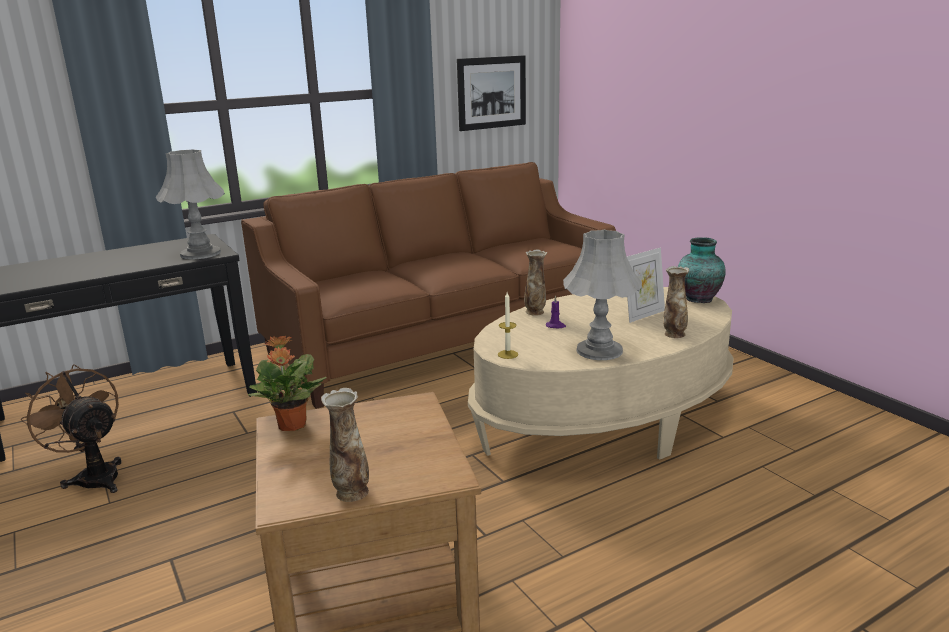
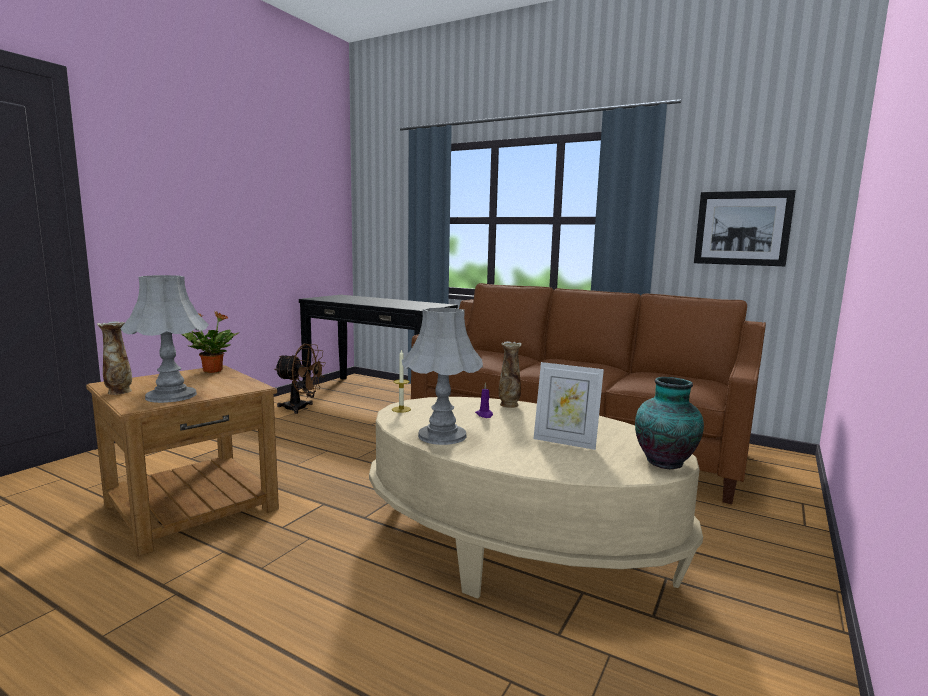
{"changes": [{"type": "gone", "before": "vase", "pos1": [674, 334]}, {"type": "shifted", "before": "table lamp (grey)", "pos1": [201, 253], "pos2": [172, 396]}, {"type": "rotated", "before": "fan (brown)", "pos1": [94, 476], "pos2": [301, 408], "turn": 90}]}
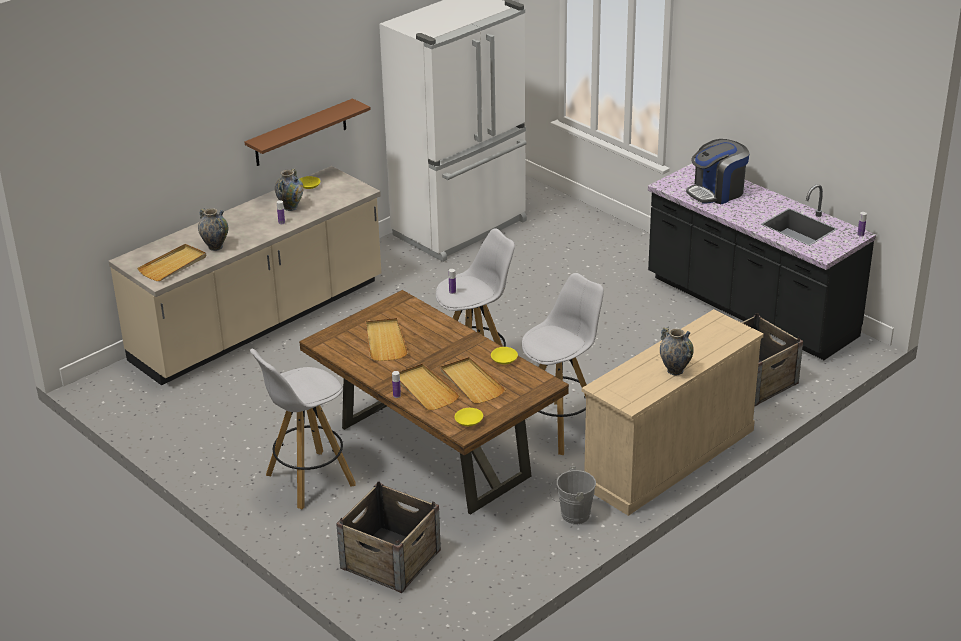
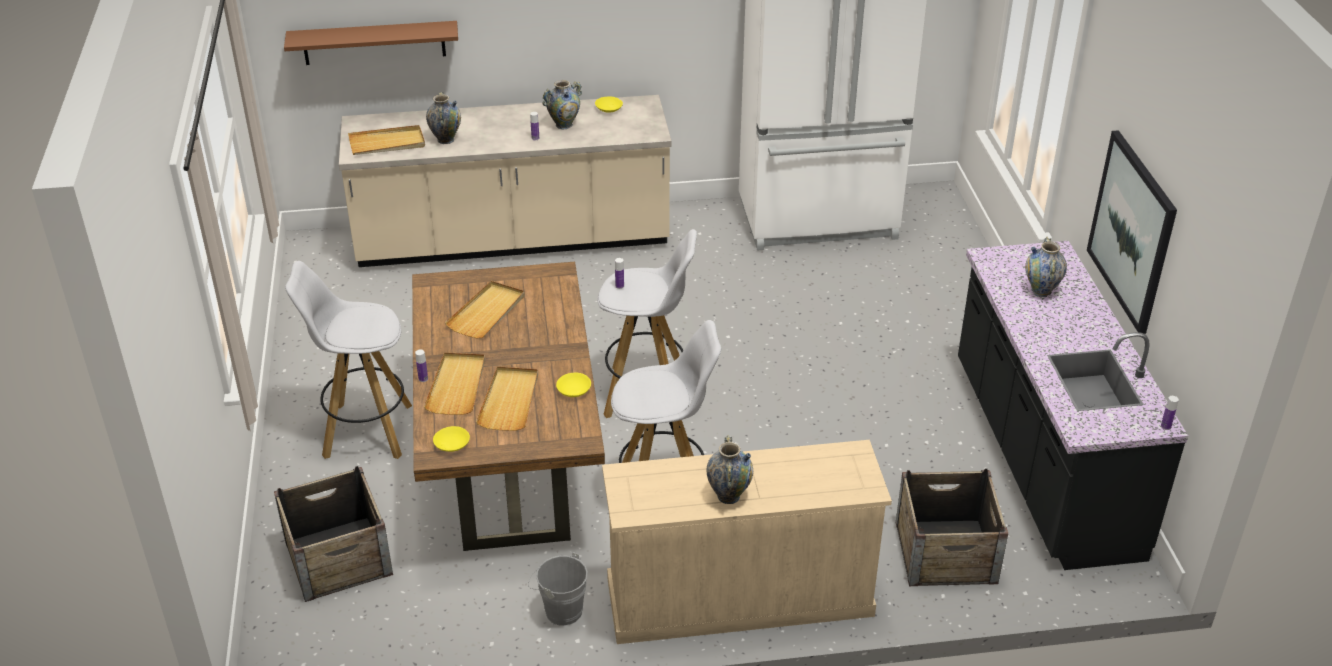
{"changes": [{"type": "new", "after": "picture", "pos2": [1132, 231]}, {"type": "shifted", "before": "shelf (brown)", "pos1": [300, 133], "pos2": [374, 43]}, {"type": "swapped", "before": "coffee machine", "after": "vase", "pos1": [717, 192], "pos2": [1041, 291]}]}
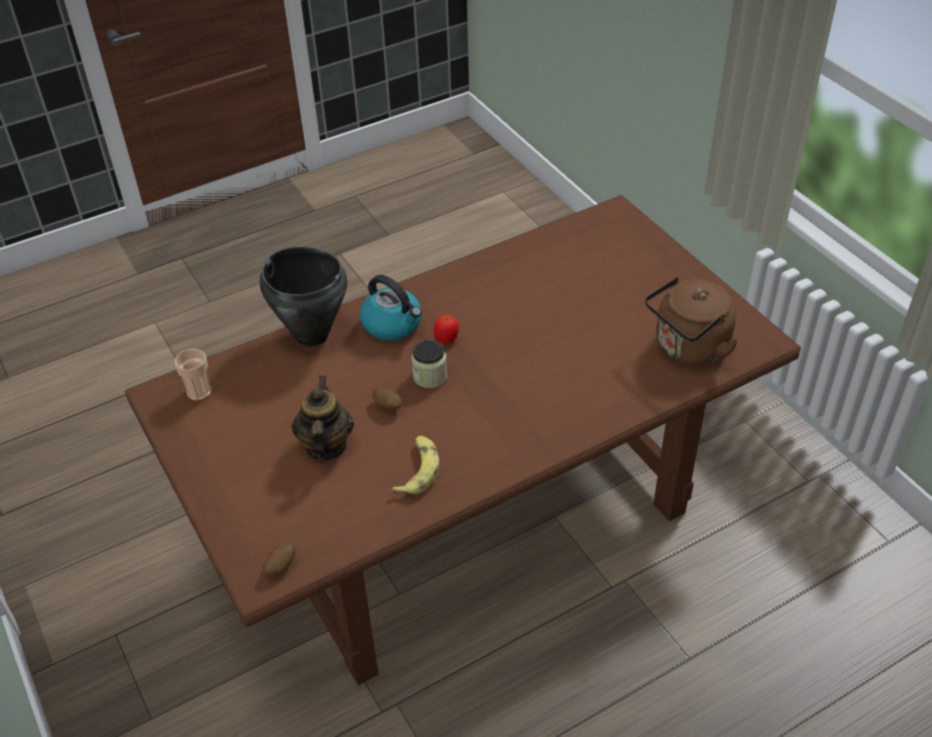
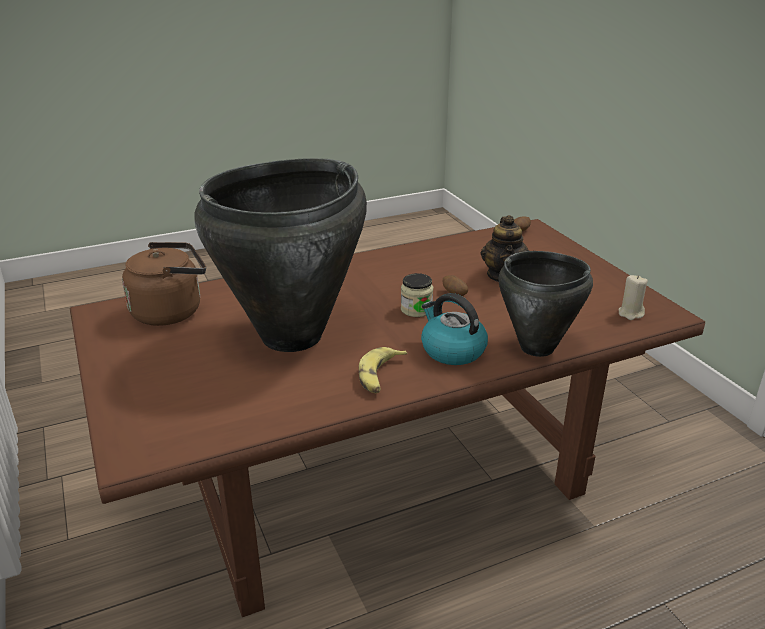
{"changes": [{"type": "gone", "before": "tomato", "pos1": [446, 339]}, {"type": "new", "after": "vase (black)", "pos2": [291, 336]}, {"type": "shifted", "before": "banana", "pos1": [418, 470], "pos2": [380, 376]}, {"type": "swapped", "before": "cup", "after": "candle (beige)", "pos1": [199, 392], "pos2": [630, 313]}]}
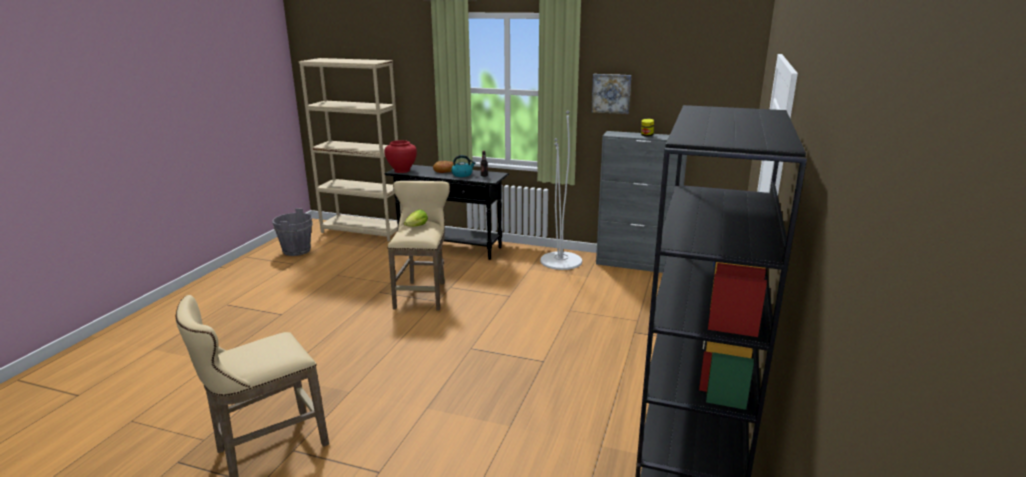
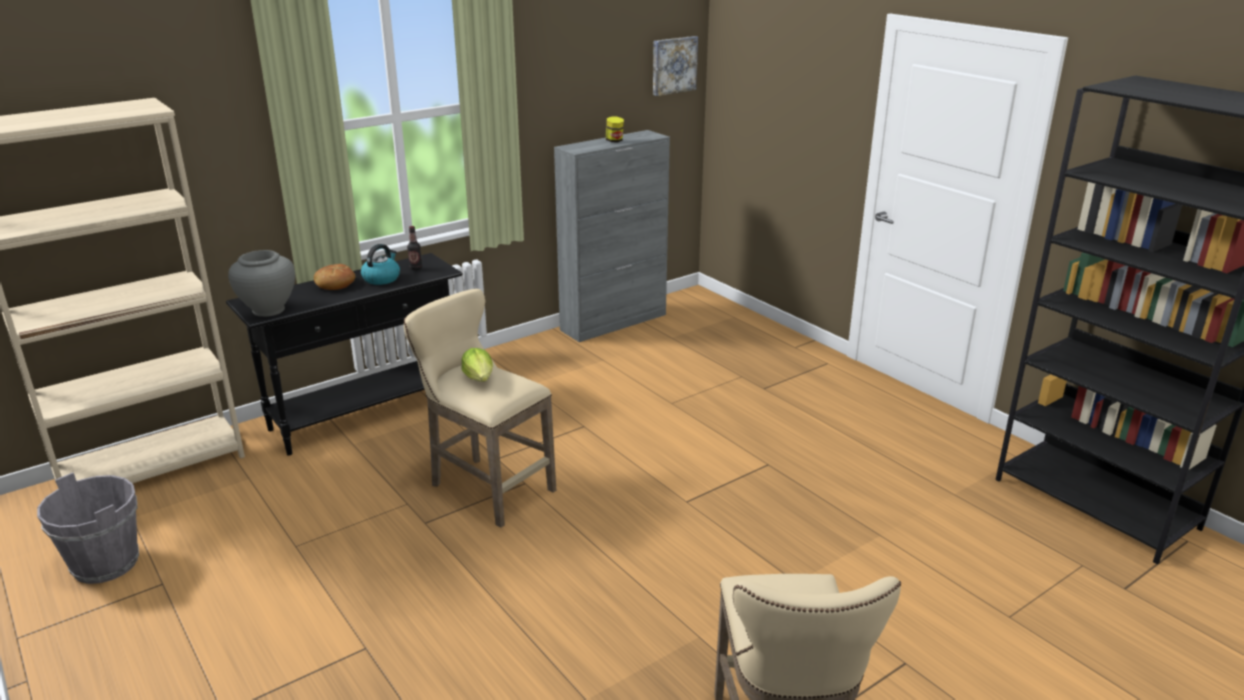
{"changes": [{"type": "gone", "before": "floor lamp (white)", "pos1": [561, 261]}, {"type": "shifted", "before": "picture", "pos1": [611, 93], "pos2": [673, 65]}, {"type": "repainted", "before": "vase (red)", "after": "vase (grey)", "pos1": [402, 171], "pos2": [268, 310]}]}
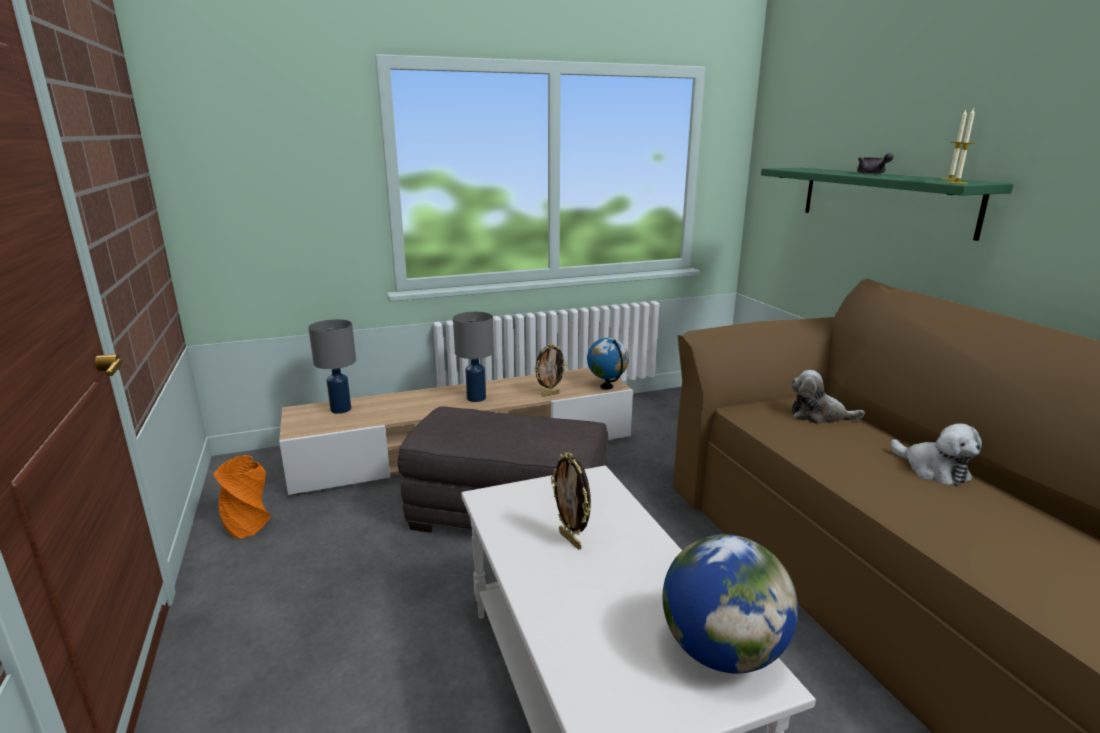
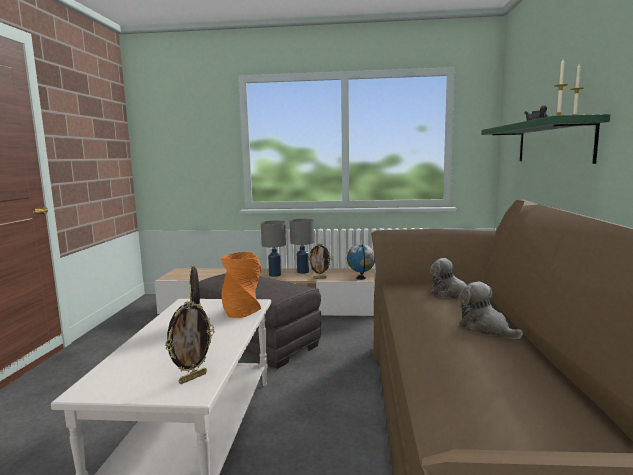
{"changes": [{"type": "shifted", "before": "vase (orange)", "pos1": [248, 524], "pos2": [242, 310]}, {"type": "shifted", "before": "table lamp (grey)", "pos1": [341, 409], "pos2": [303, 272]}, {"type": "swapped", "before": "globe", "after": "picture frame", "pos1": [722, 651], "pos2": [192, 378]}, {"type": "rotated", "before": "plush toy", "pos1": [933, 470], "pos2": [486, 328], "turn": 150}]}
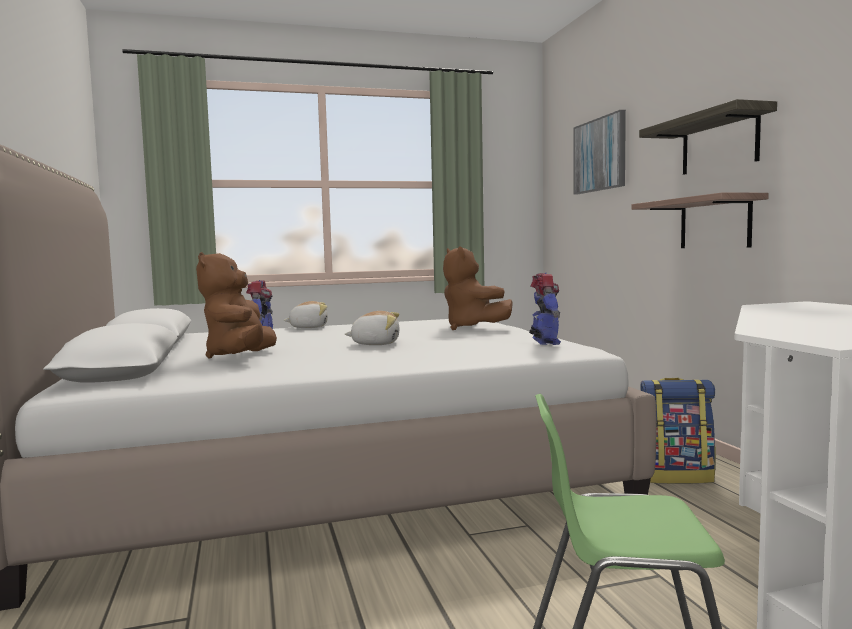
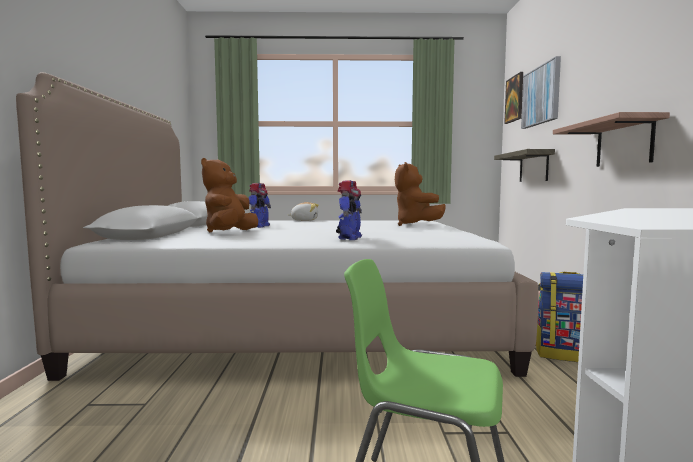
{"changes": [{"type": "gone", "before": "plush toy", "pos1": [375, 344]}, {"type": "new", "after": "picture", "pos2": [514, 99]}, {"type": "shifted", "before": "toy robot", "pos1": [544, 342], "pos2": [349, 238]}, {"type": "shifted", "before": "shelf", "pos1": [719, 143], "pos2": [533, 167]}]}
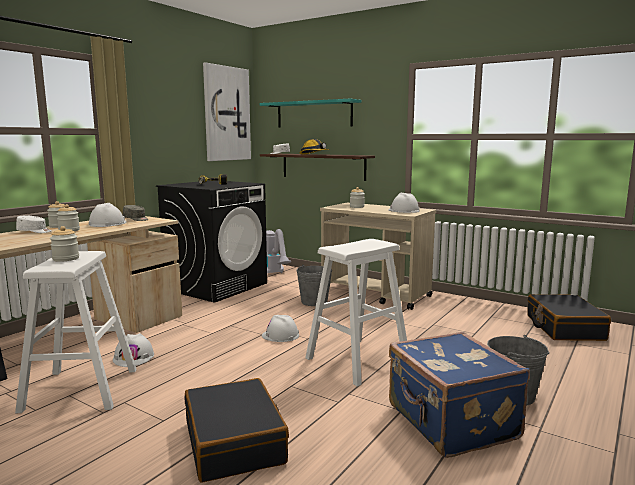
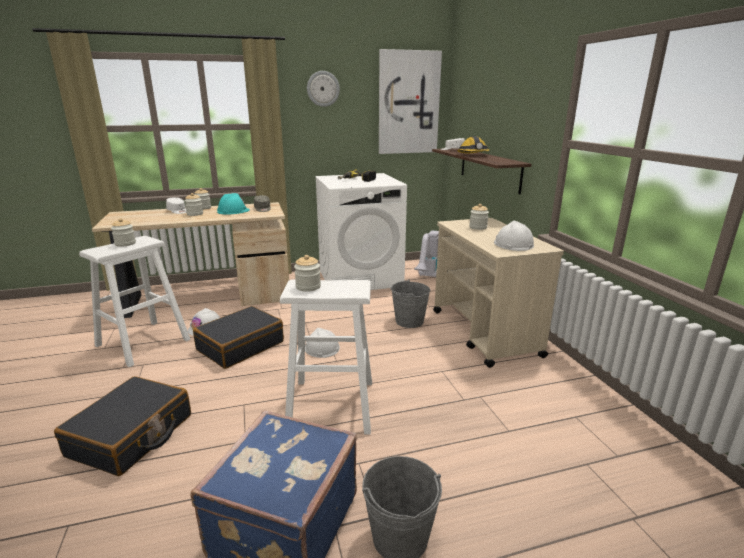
{"changes": [{"type": "gone", "before": "shelf (turquoise)", "pos1": [314, 114]}, {"type": "new", "after": "jar", "pos2": [308, 287]}, {"type": "new", "after": "wall clock", "pos2": [323, 89]}, {"type": "shifted", "before": "suitcase (black)", "pos1": [564, 328], "pos2": [240, 346]}, {"type": "repainted", "before": "hard hat (white)", "after": "hard hat (turquoise)", "pos1": [107, 224], "pos2": [233, 211]}, {"type": "repainted", "before": "washing machine (black)", "after": "washing machine (white)", "pos1": [217, 286], "pos2": [360, 278]}]}
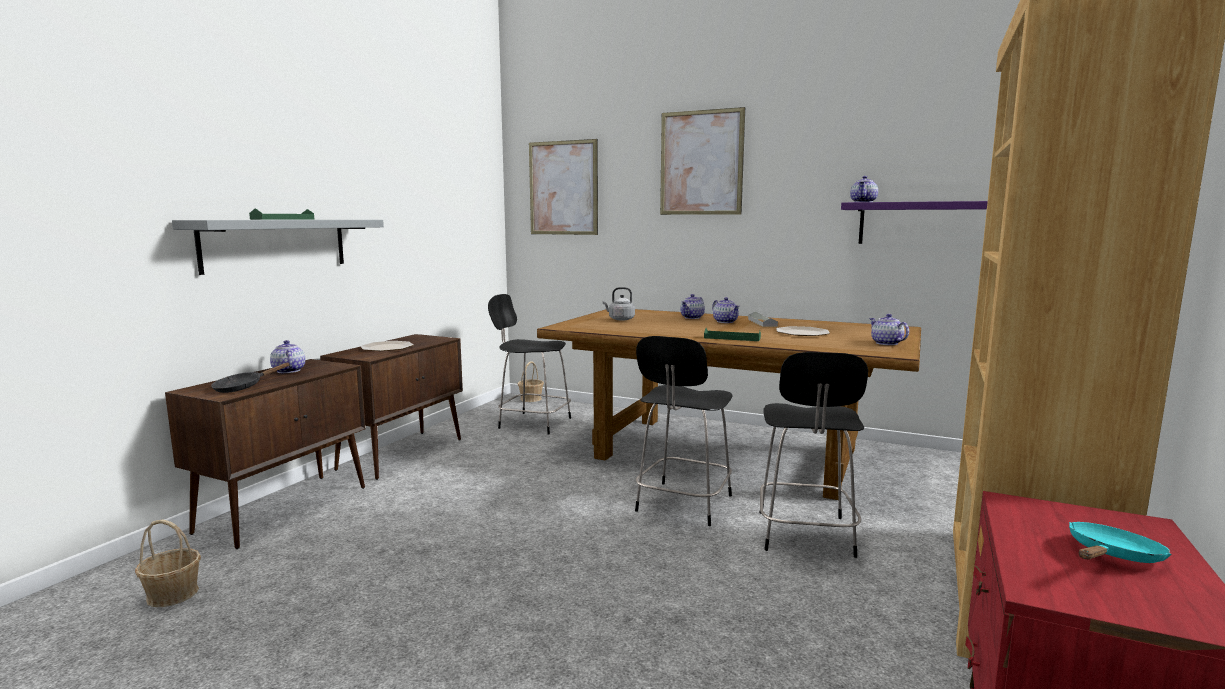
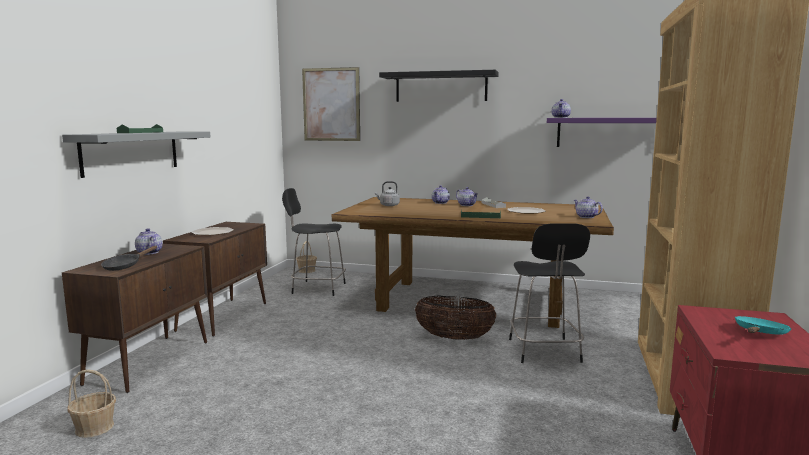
{"changes": [{"type": "swapped", "before": "chair (black)", "after": "basket", "pos1": [683, 504], "pos2": [454, 338]}, {"type": "swapped", "before": "picture", "after": "shelf (black)", "pos1": [701, 163], "pos2": [441, 87]}]}
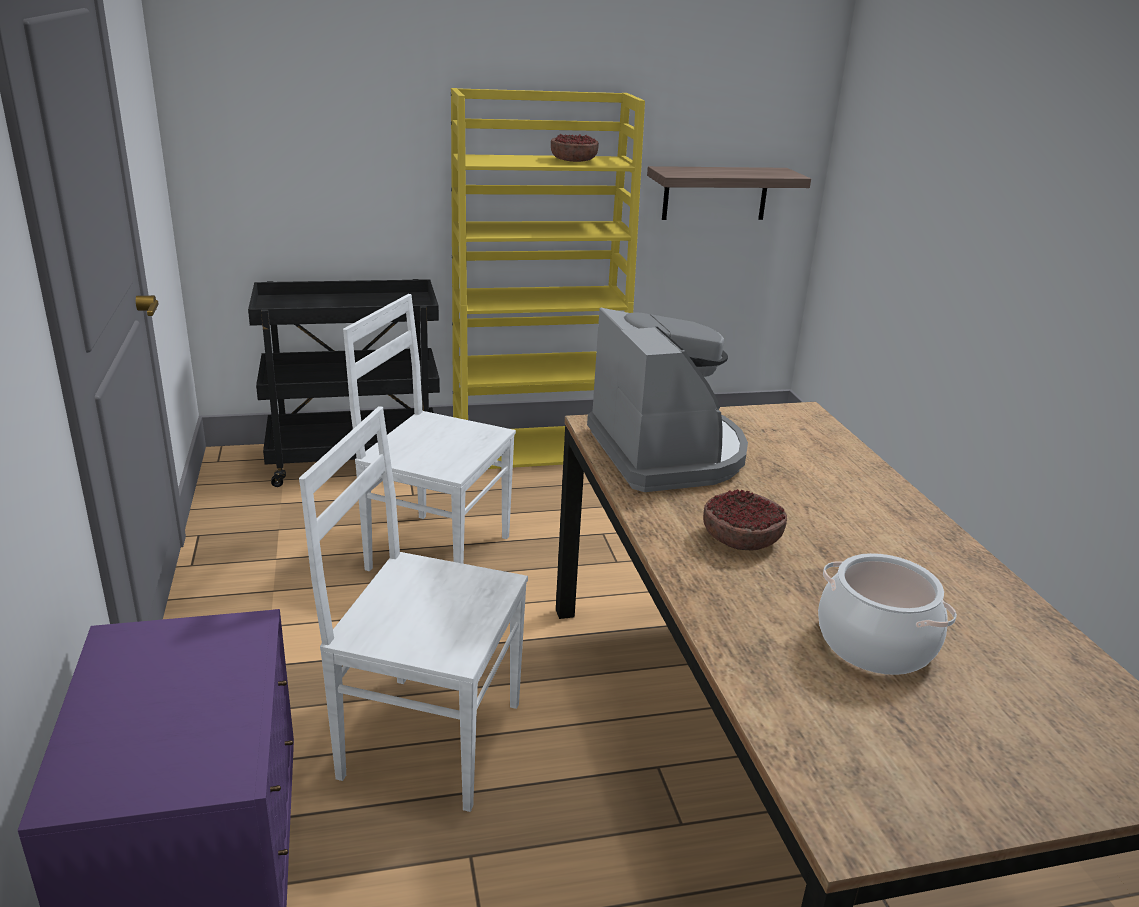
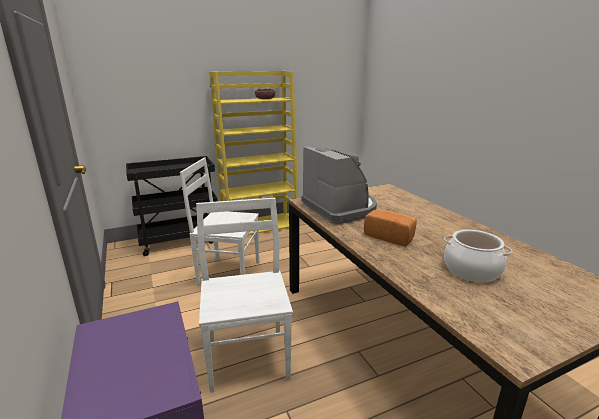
{"changes": [{"type": "gone", "before": "shelf", "pos1": [715, 193]}, {"type": "swapped", "before": "bowl", "after": "bread", "pos1": [741, 539], "pos2": [390, 237]}, {"type": "rotated", "before": "chair (white)", "pos1": [426, 738], "pos2": [248, 357], "turn": 75}]}
